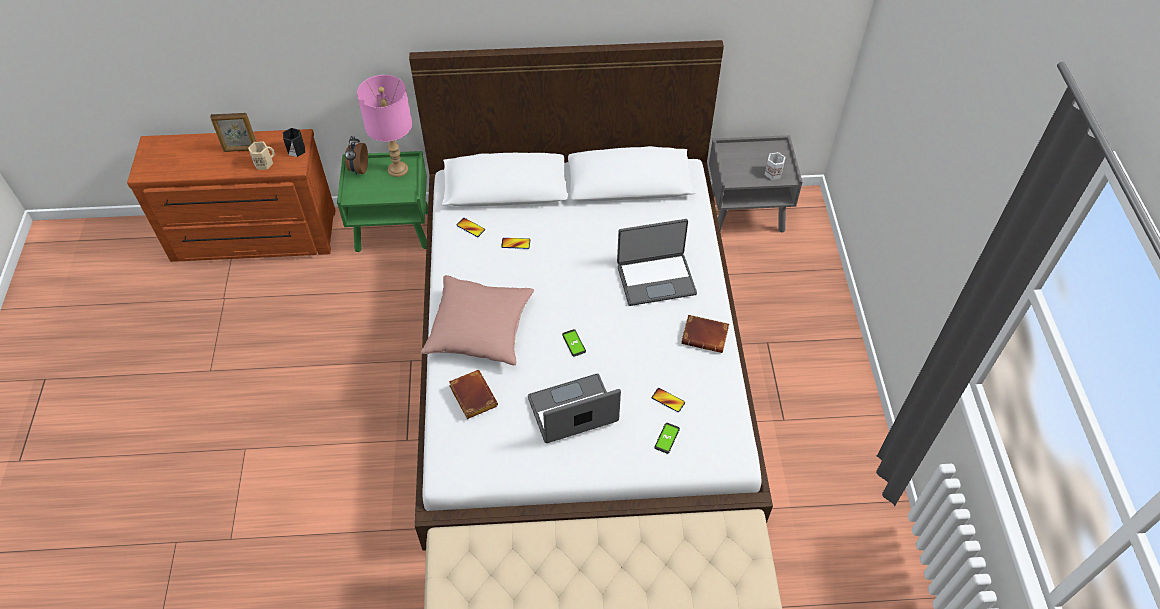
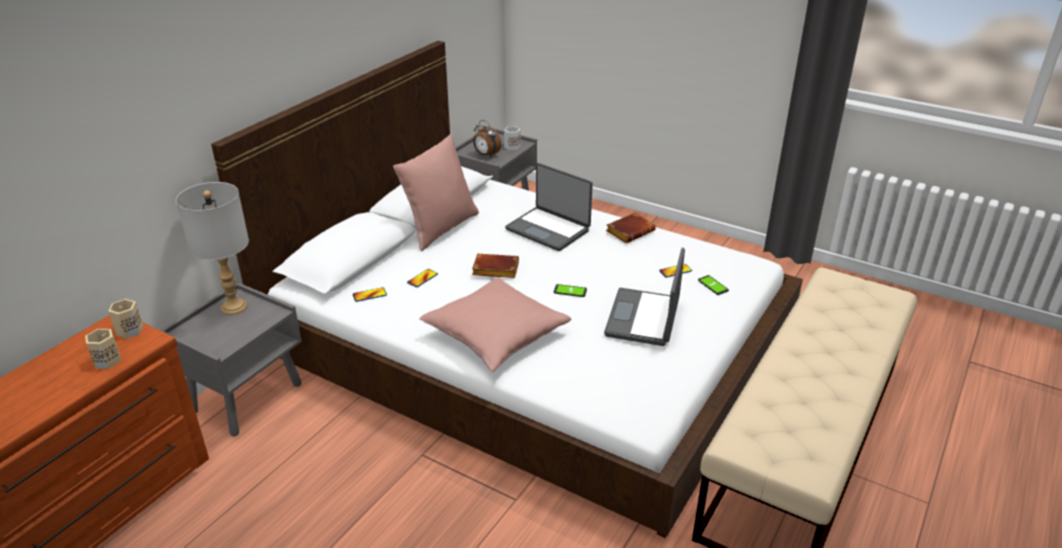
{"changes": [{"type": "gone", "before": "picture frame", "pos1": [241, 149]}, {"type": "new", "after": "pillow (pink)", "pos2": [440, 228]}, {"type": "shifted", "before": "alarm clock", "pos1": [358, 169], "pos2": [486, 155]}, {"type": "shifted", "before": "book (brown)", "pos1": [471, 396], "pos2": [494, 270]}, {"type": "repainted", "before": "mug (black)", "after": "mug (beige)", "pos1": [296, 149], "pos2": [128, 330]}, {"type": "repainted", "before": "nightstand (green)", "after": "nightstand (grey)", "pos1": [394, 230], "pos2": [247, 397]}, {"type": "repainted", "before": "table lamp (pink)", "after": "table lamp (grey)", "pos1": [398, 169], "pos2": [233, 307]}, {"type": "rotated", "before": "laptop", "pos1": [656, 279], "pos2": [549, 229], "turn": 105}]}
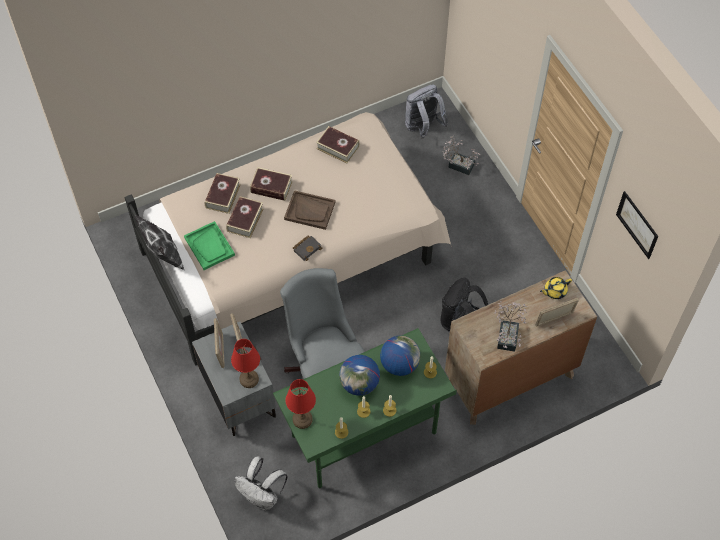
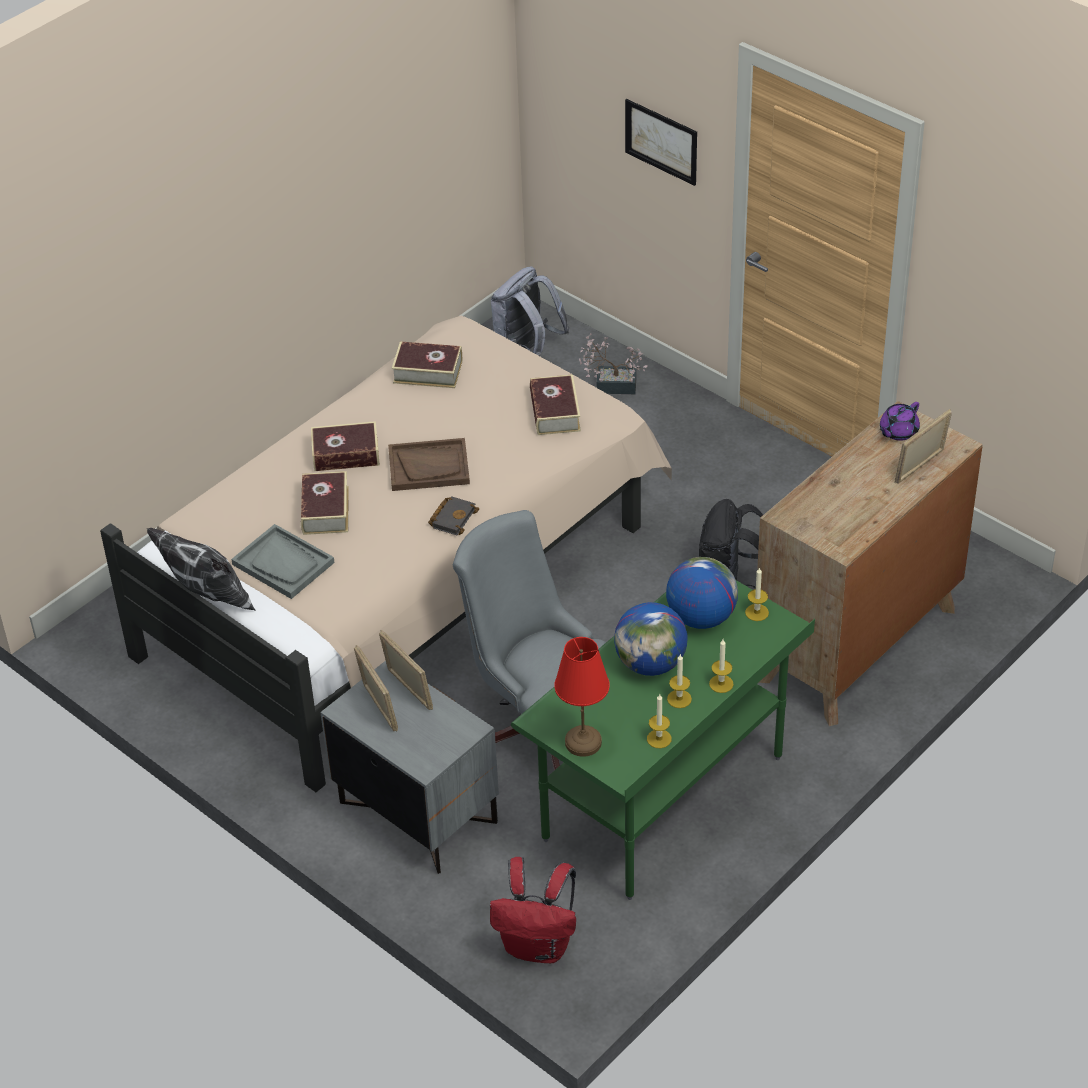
{"changes": [{"type": "gone", "before": "table lamp (red)", "pos1": [249, 379]}, {"type": "gone", "before": "potted plant", "pos1": [508, 334]}, {"type": "shifted", "before": "book", "pos1": [223, 196], "pos2": [555, 412]}, {"type": "shifted", "before": "picture", "pos1": [637, 224], "pos2": [661, 141]}, {"type": "repainted", "before": "tray (green)", "after": "tray (grey)", "pos1": [209, 246], "pos2": [283, 563]}, {"type": "repainted", "before": "backpack (white)", "after": "backpack (red)", "pos1": [263, 497], "pos2": [538, 946]}, {"type": "repainted", "before": "teapot (yellow)", "after": "teapot (purple)", "pos1": [554, 291], "pos2": [898, 432]}]}
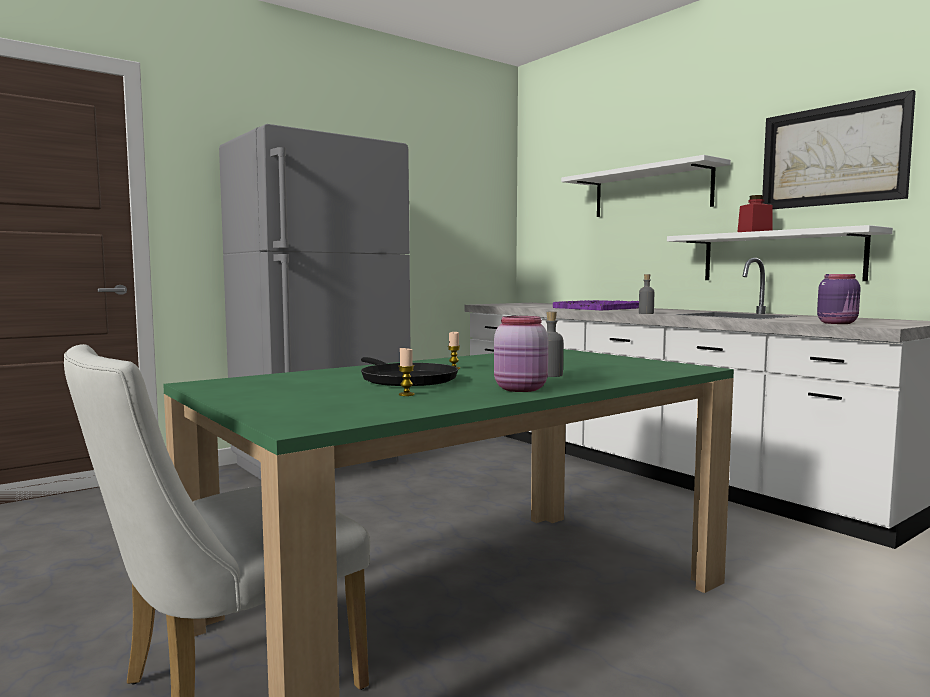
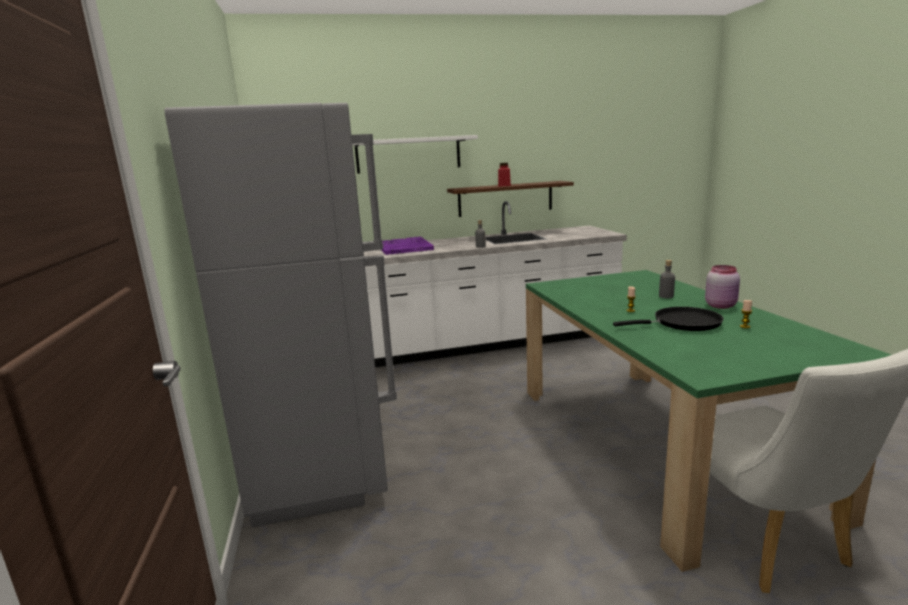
{"changes": [{"type": "gone", "before": "picture", "pos1": [833, 155]}, {"type": "gone", "before": "jar (purple)", "pos1": [838, 323]}, {"type": "repainted", "before": "shelf (white)", "after": "shelf (brown)", "pos1": [780, 257], "pos2": [505, 199]}]}
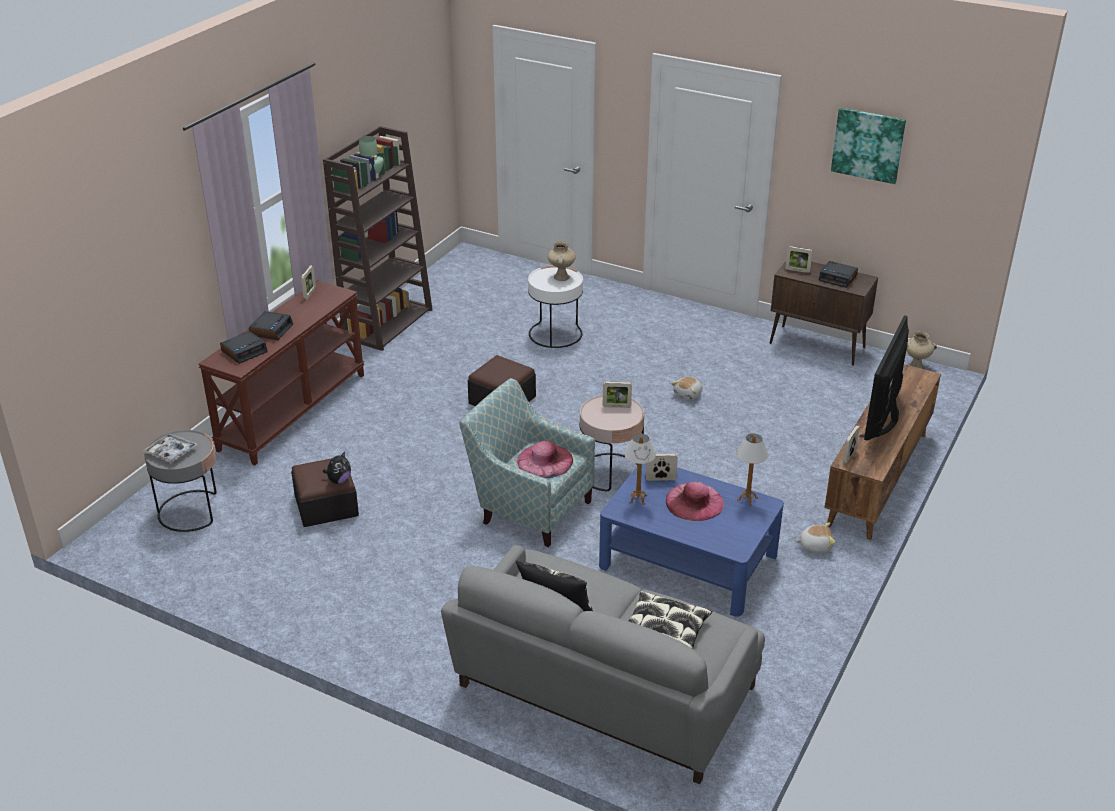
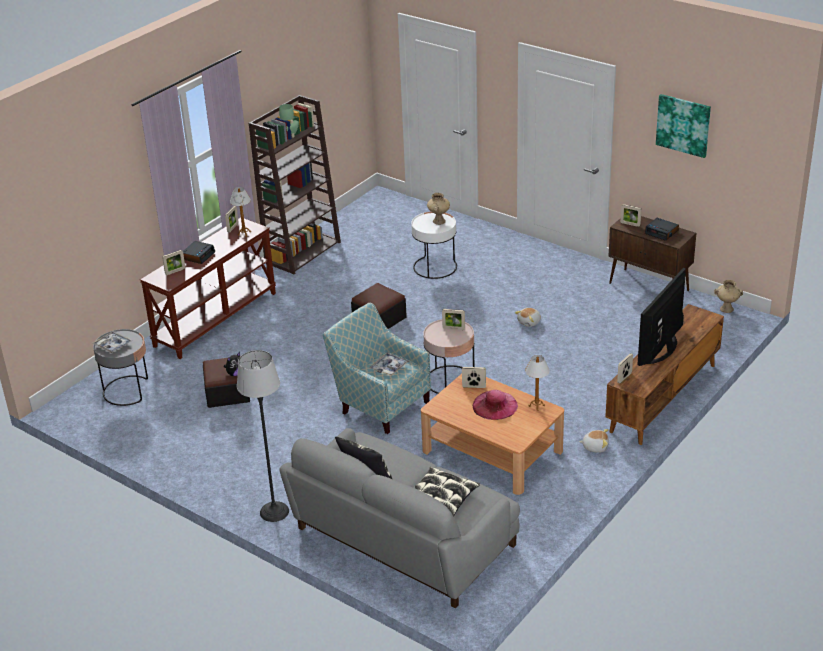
{"changes": [{"type": "new", "after": "floor lamp", "pos2": [274, 511]}, {"type": "shifted", "before": "table lamp", "pos1": [638, 499], "pos2": [244, 233]}, {"type": "swapped", "before": "alarm clock", "after": "picture frame", "pos1": [244, 351], "pos2": [175, 271]}, {"type": "swapped", "before": "hat (pink)", "after": "tray", "pos1": [545, 460], "pos2": [389, 367]}, {"type": "repainted", "before": "coffee table (blue)", "after": "coffee table (brown)", "pos1": [688, 561], "pos2": [492, 451]}]}
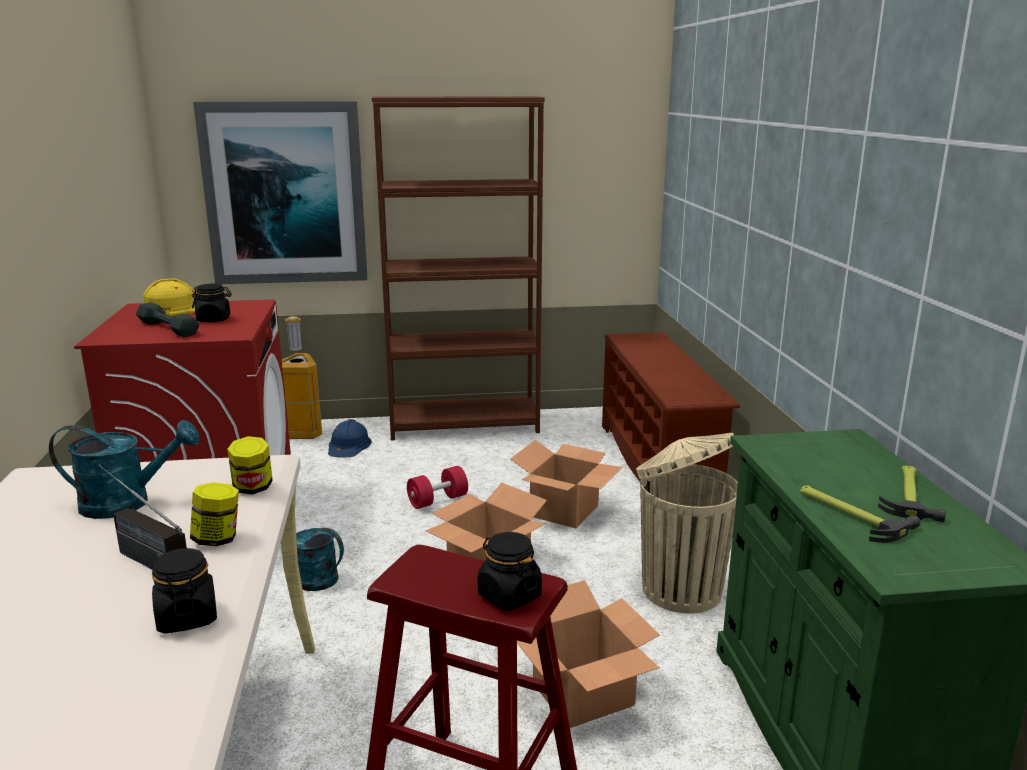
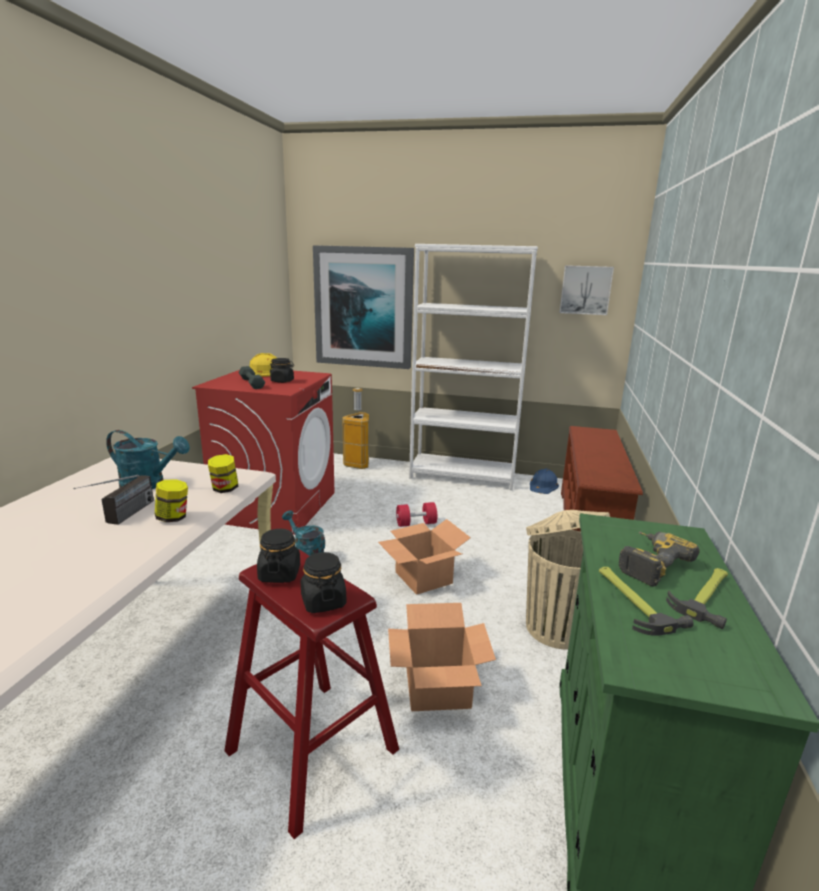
{"changes": [{"type": "gone", "before": "cardboard box", "pos1": [564, 510]}, {"type": "new", "after": "picture", "pos2": [585, 290]}, {"type": "new", "after": "power drill", "pos2": [648, 563]}, {"type": "shifted", "before": "jar (black)", "pos1": [187, 617], "pos2": [279, 574]}, {"type": "shifted", "before": "hard hat (blue)", "pos1": [349, 445], "pos2": [543, 486]}, {"type": "repainted", "before": "bookcase (brown)", "after": "bookcase (white)", "pos1": [464, 425], "pos2": [463, 476]}, {"type": "rotated", "before": "radio", "pos1": [138, 555], "pos2": [122, 518], "turn": -135}]}
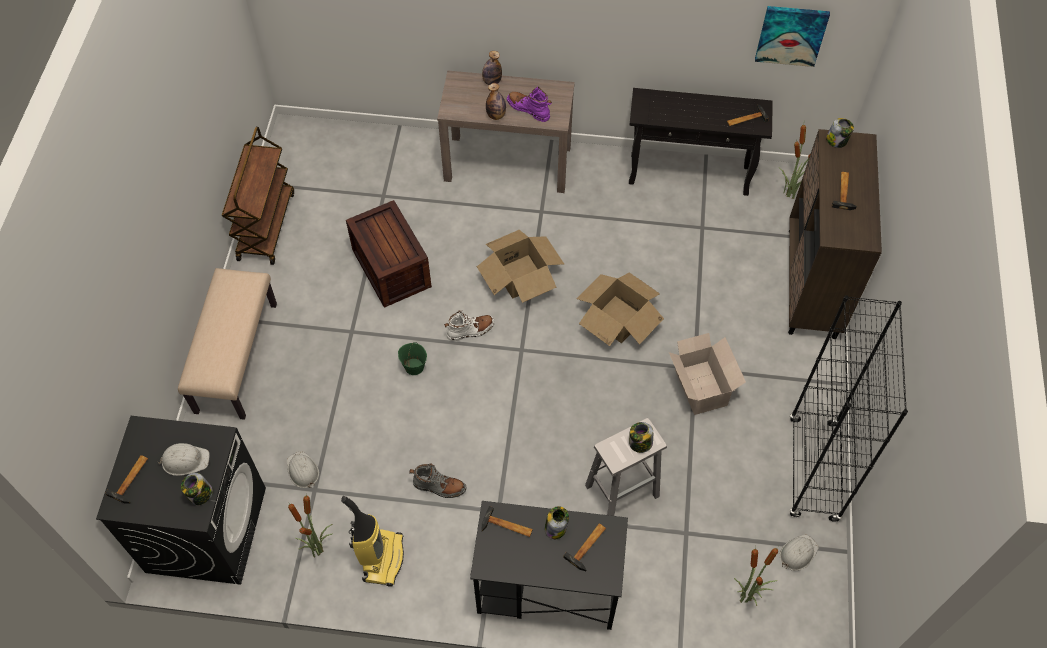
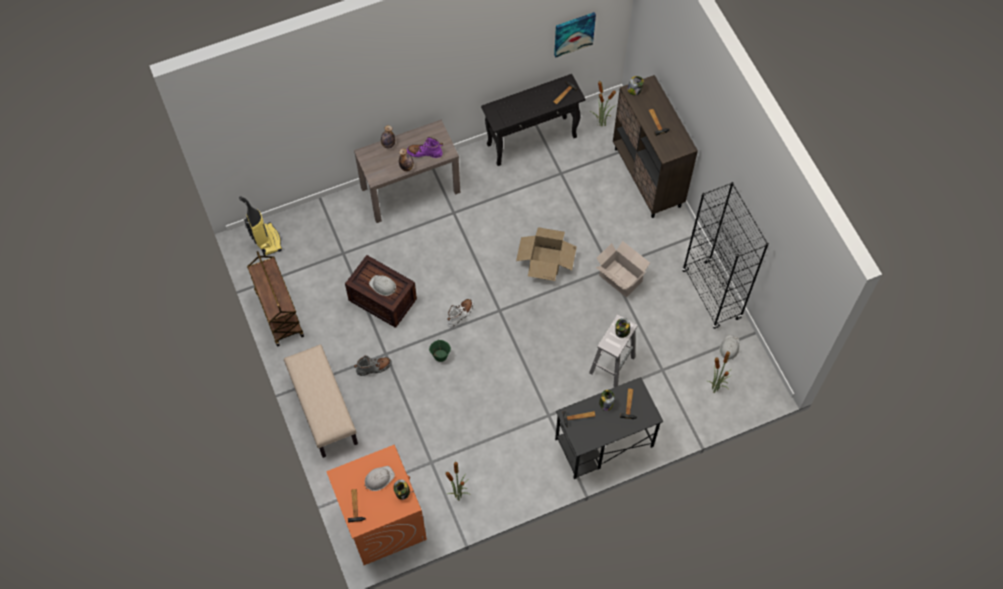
{"changes": [{"type": "gone", "before": "cardboard box", "pos1": [520, 276]}, {"type": "shifted", "before": "hard hat (white)", "pos1": [302, 471], "pos2": [383, 286]}, {"type": "shifted", "before": "vacuum cleaner", "pos1": [382, 558], "pos2": [266, 240]}, {"type": "shifted", "before": "boot (grey)", "pos1": [439, 487], "pos2": [374, 368]}, {"type": "repainted", "before": "washing machine (black)", "after": "washing machine (orange)", "pos1": [206, 529], "pos2": [382, 520]}]}
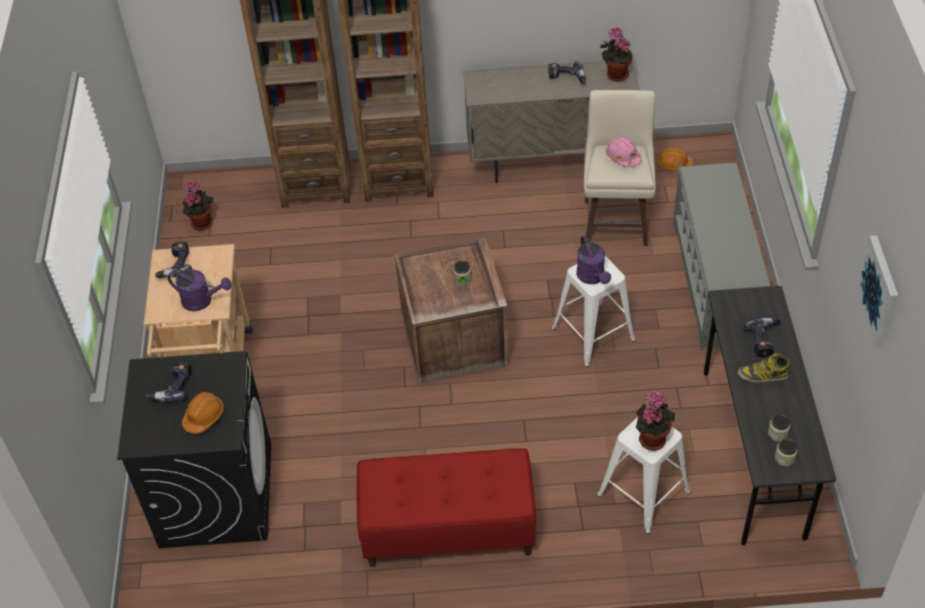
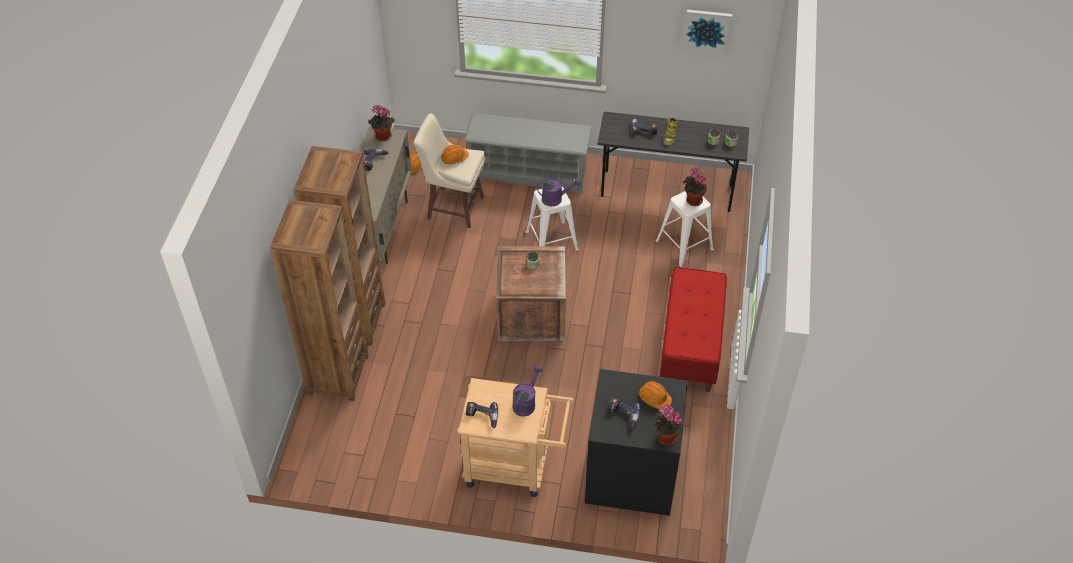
{"changes": [{"type": "shifted", "before": "potted plant", "pos1": [201, 222], "pos2": [665, 438]}, {"type": "repainted", "before": "hard hat (pink)", "after": "hard hat (orange)", "pos1": [623, 157], "pos2": [454, 158]}]}
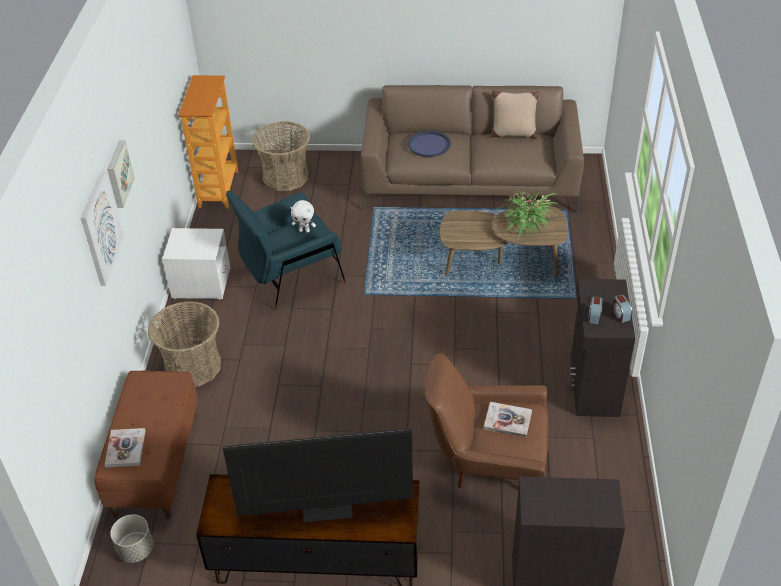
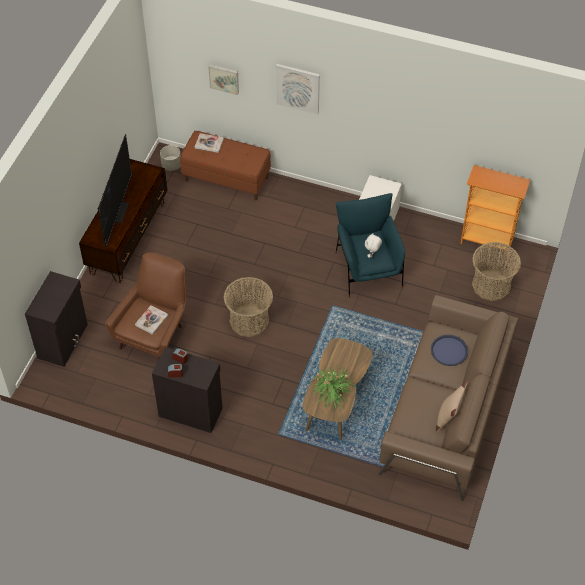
{"changes": [{"type": "shifted", "before": "picture", "pos1": [118, 174], "pos2": [224, 78]}, {"type": "shifted", "before": "basket", "pos1": [193, 366], "pos2": [249, 320]}]}
